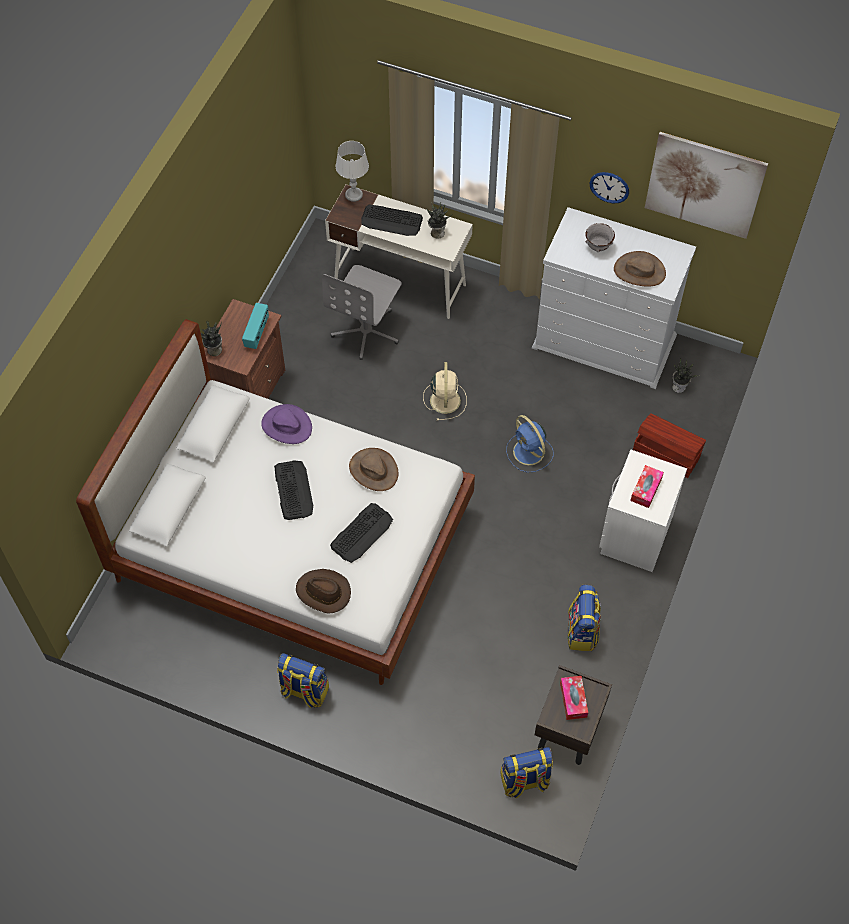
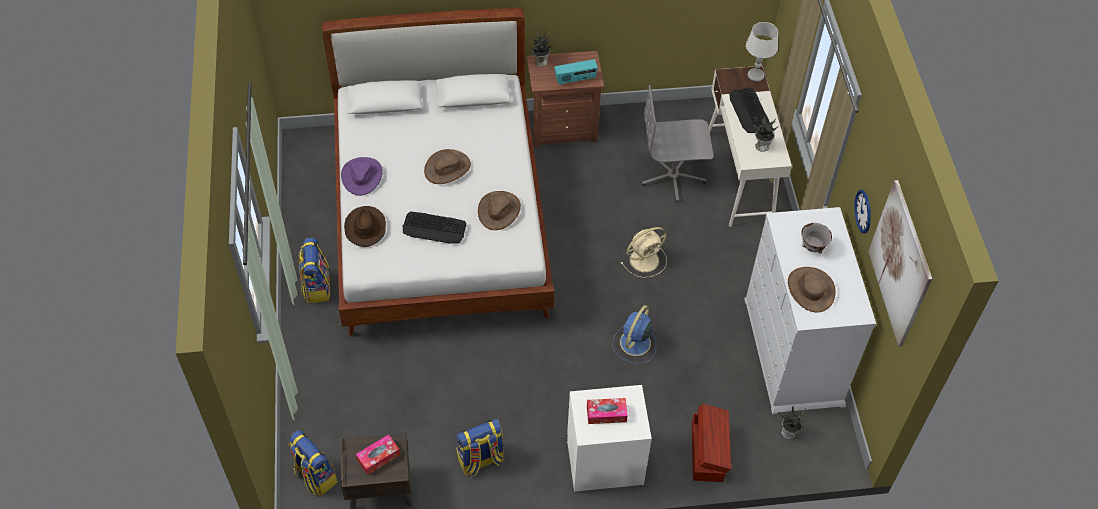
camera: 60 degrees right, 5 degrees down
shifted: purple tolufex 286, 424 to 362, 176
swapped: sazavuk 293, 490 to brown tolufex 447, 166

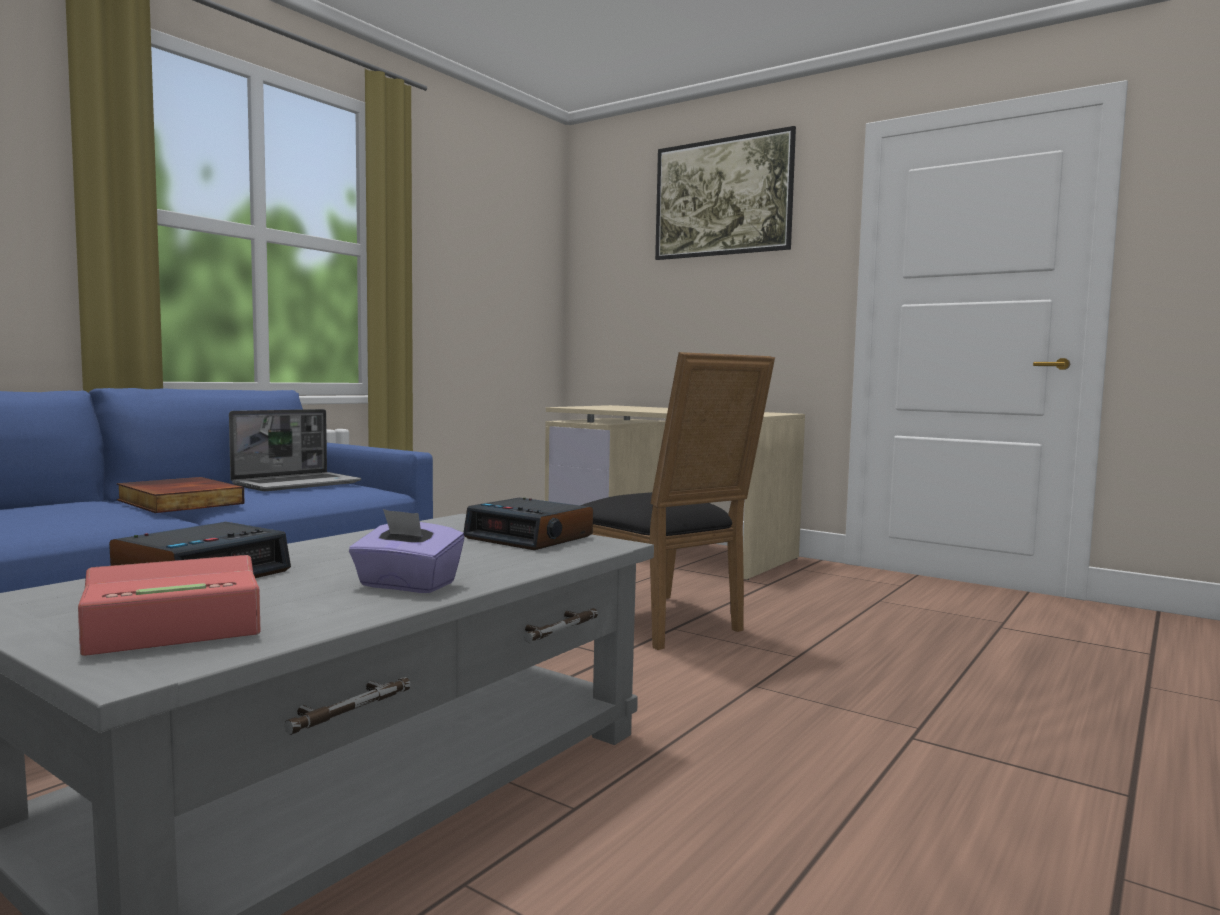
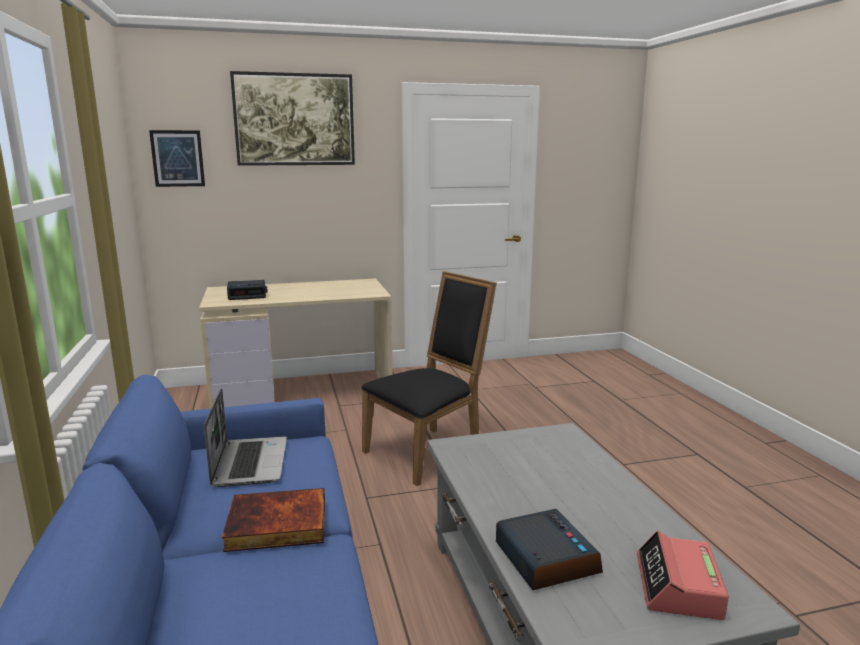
camera: 50 degrees left, 10 degrees up
gone: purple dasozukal 406, 551
new: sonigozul 177, 158
shifted: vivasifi 528, 524 to 247, 290
rotated: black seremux 677, 501 = 429, 378 45 degrees counterclockwise

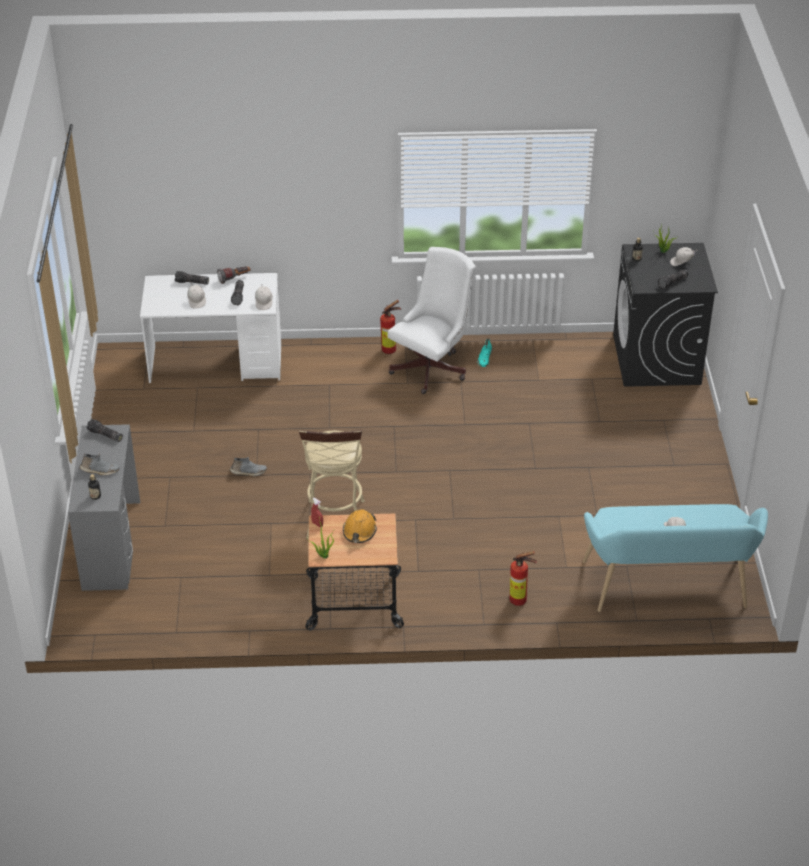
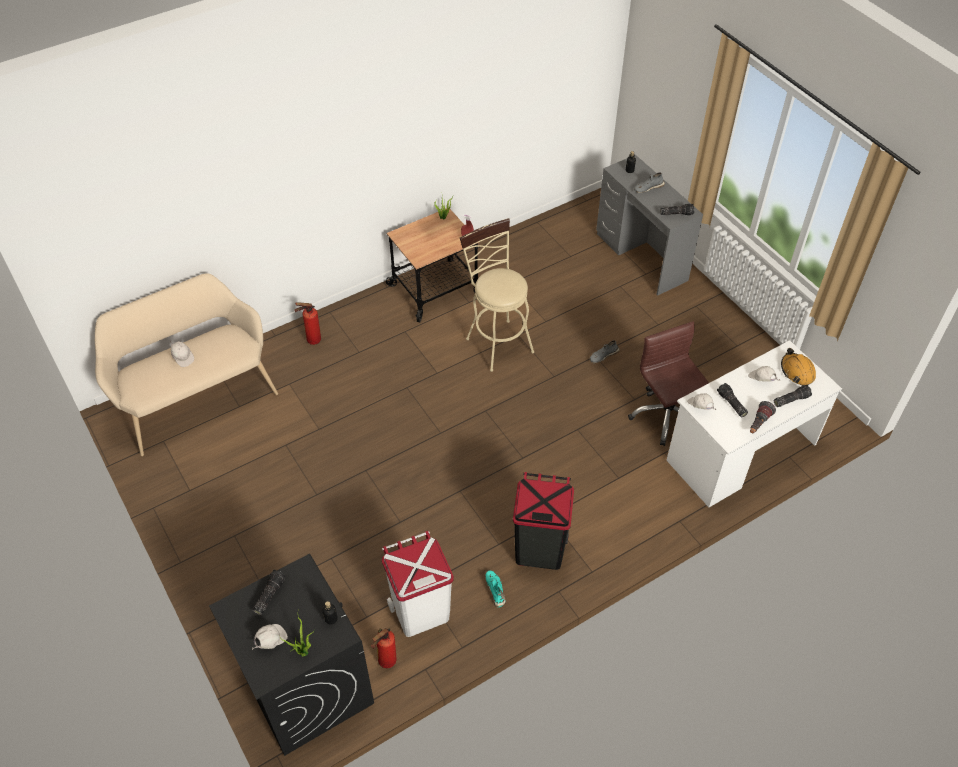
camera: 150 degrees right, 10 degrees up
new: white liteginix 418, 584; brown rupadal 668, 383
shifted: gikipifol 390, 327 to 383, 648; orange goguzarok 360, 526 to 798, 367
swapped: white rupadal 431, 320 to black liteginix 543, 521
repainted: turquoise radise 675, 558 to beige radise 186, 364

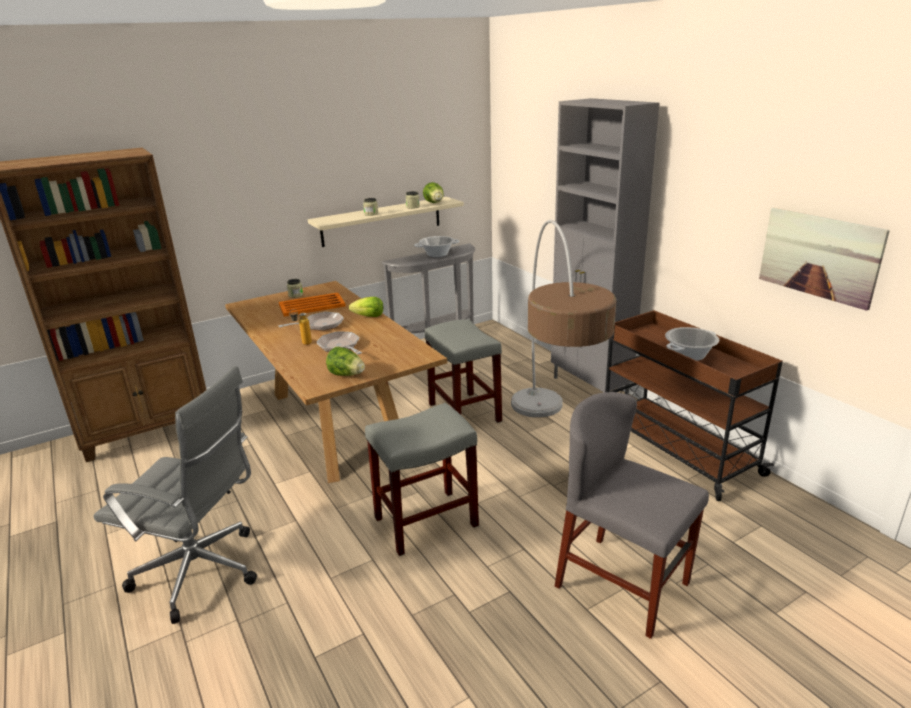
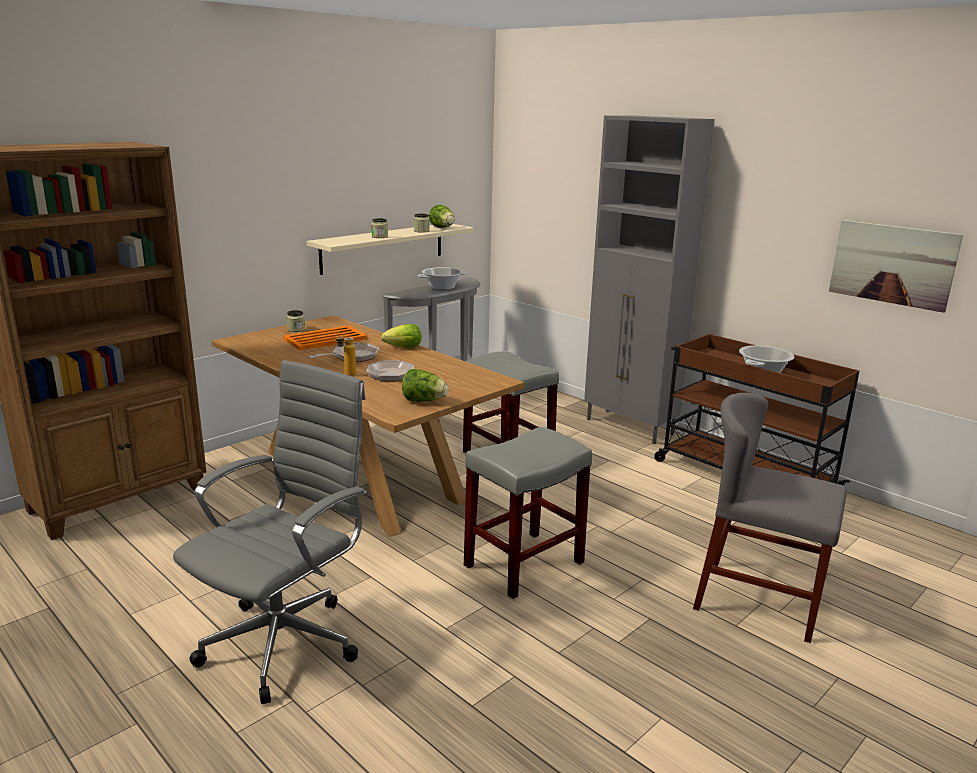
camera: 15 degrees left, 5 degrees down
gone: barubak 563, 319
rotated: grey rupadal 175, 495 = 270, 532 60 degrees counterclockwise

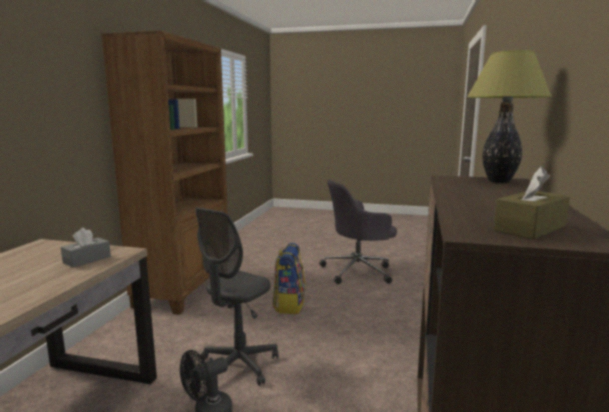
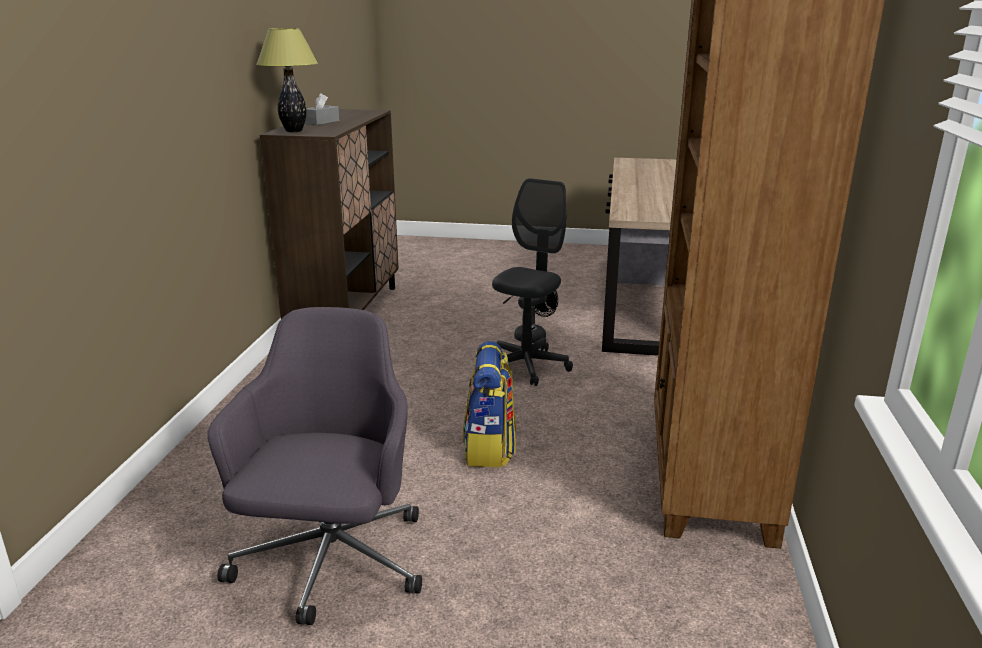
camera: 175 degrees right, 10 degrees up
gone: brown dasozukal 532, 203
shifted: grey dasozukal 86, 248 to 321, 109
rotated: grey rupadal 358, 231 = 314, 466 60 degrees counterclockwise

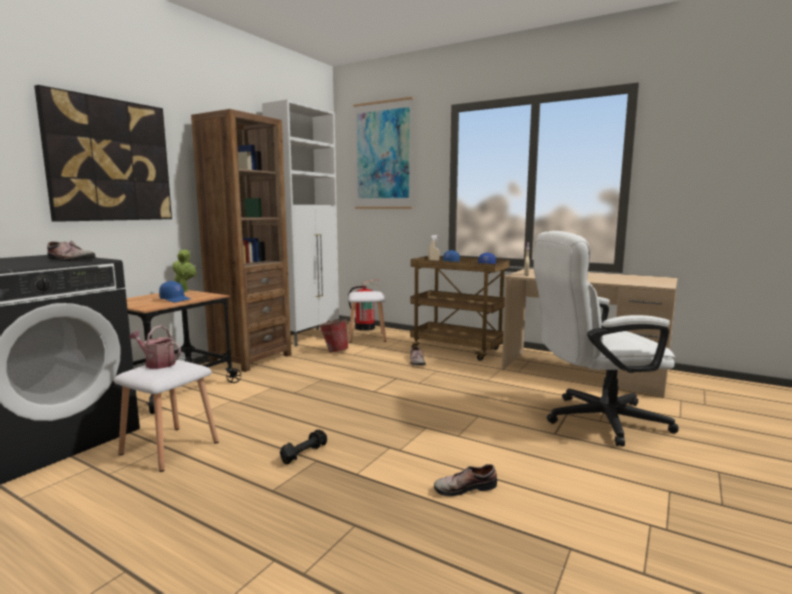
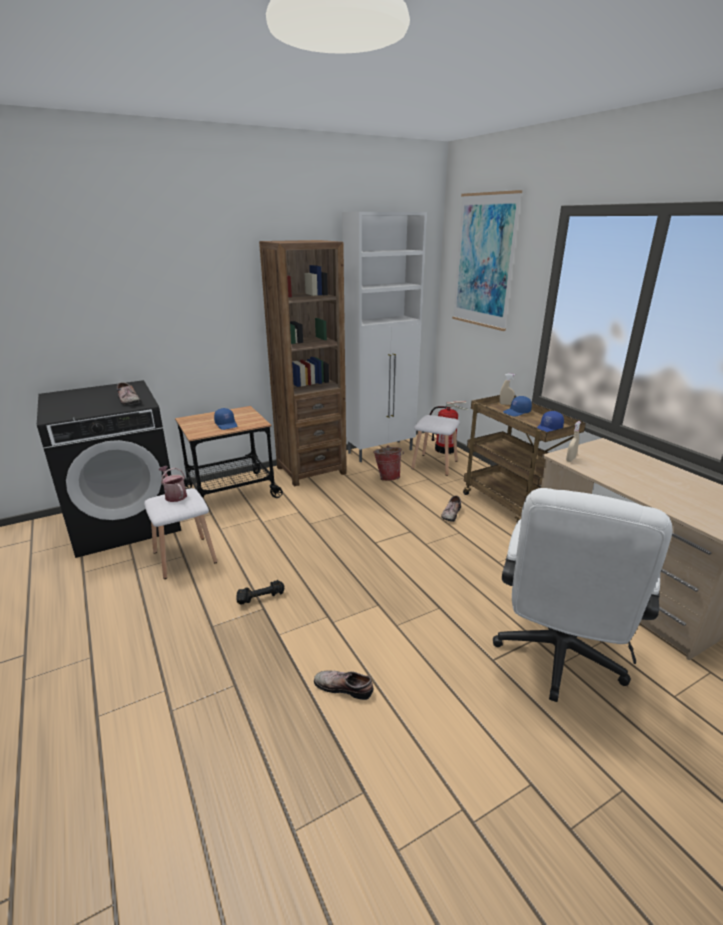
camera: 30 degrees right, 15 degrees up
gone: sonigozul 103, 153; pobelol 185, 270
rotated: white rupadal 606, 338 = 583, 595 90 degrees counterclockwise

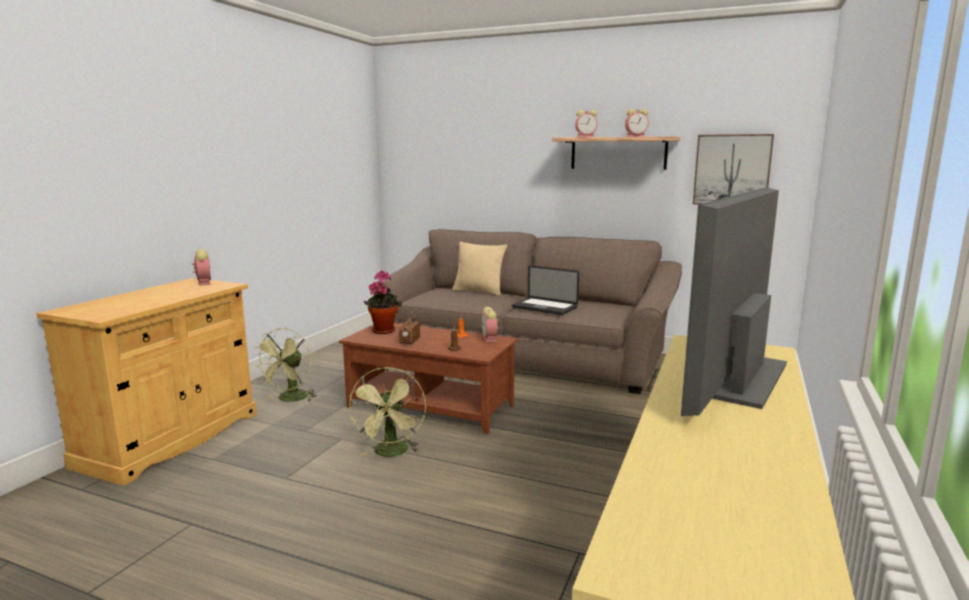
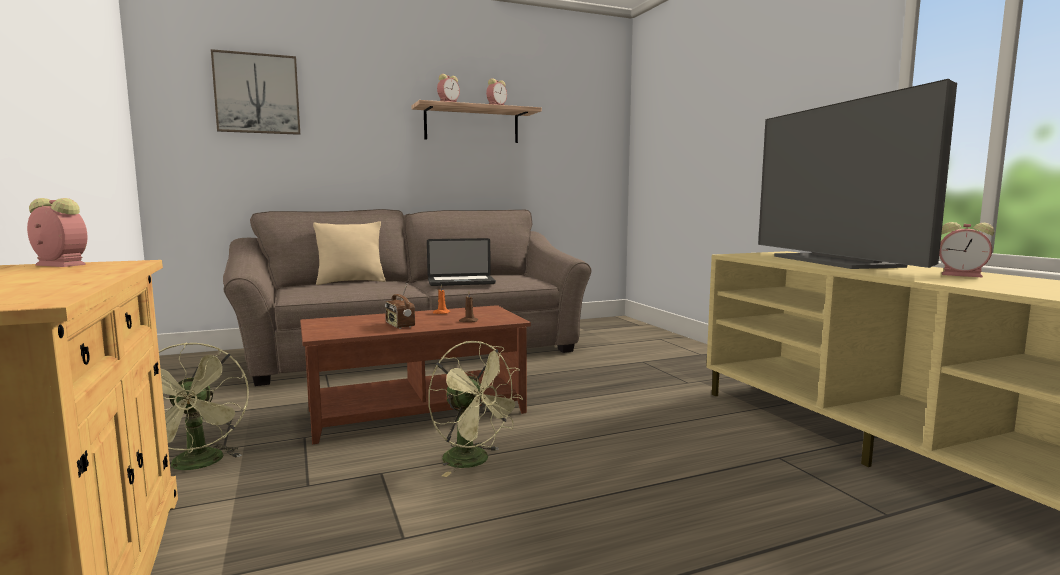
camera: 45 degrees left, 5 degrees down
gone: pobelol 382, 302
shifted: sonigozul 733, 169 to 255, 92; vivasifi 490, 325 to 966, 249

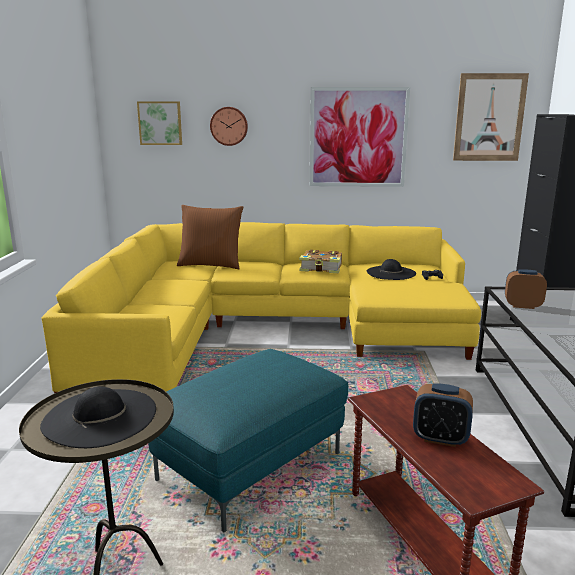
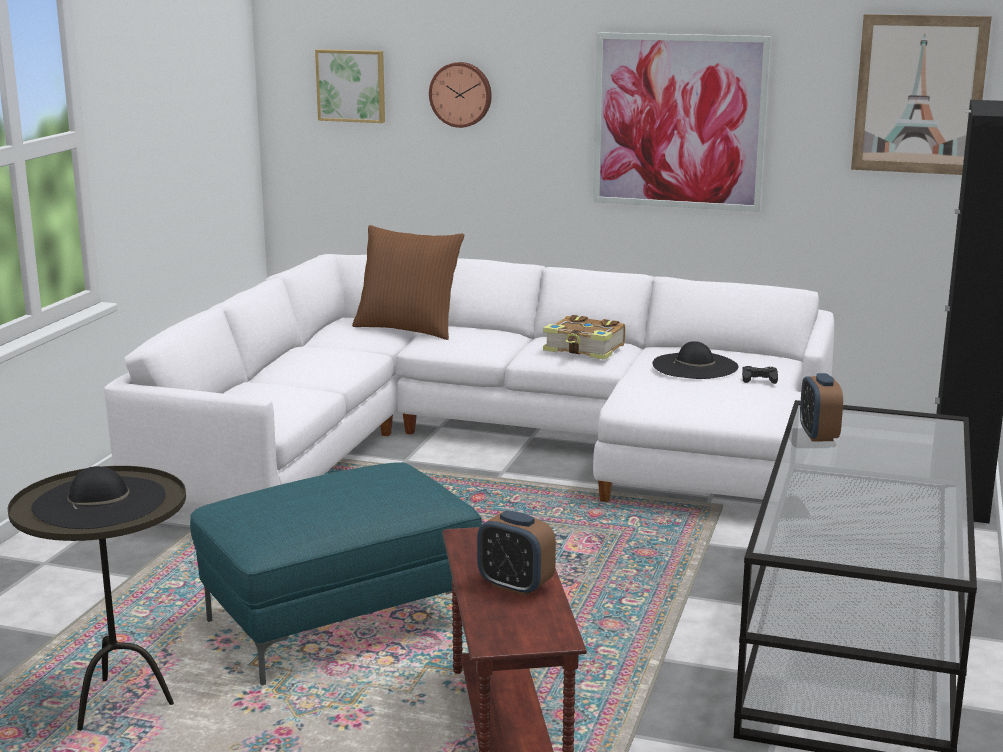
camera: 15 degrees right, 0 degrees up
repainted: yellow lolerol 261, 307 to white lolerol 469, 381
rotated: vivasifi 526, 289 = 821, 407 120 degrees counterclockwise

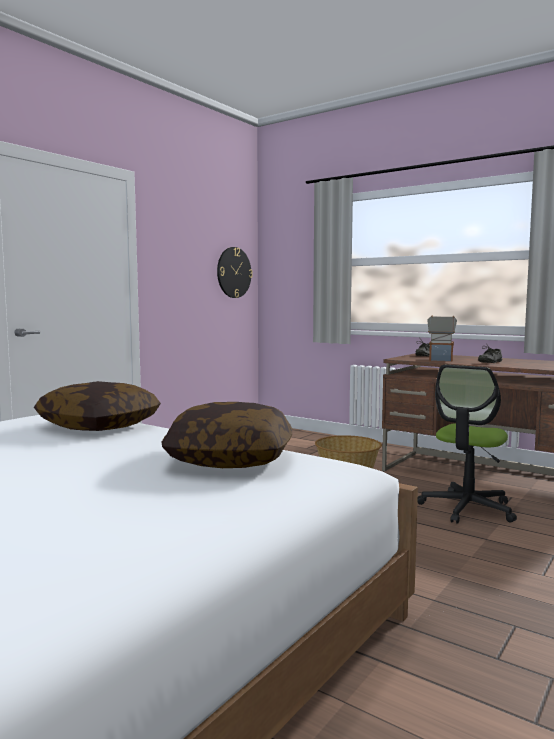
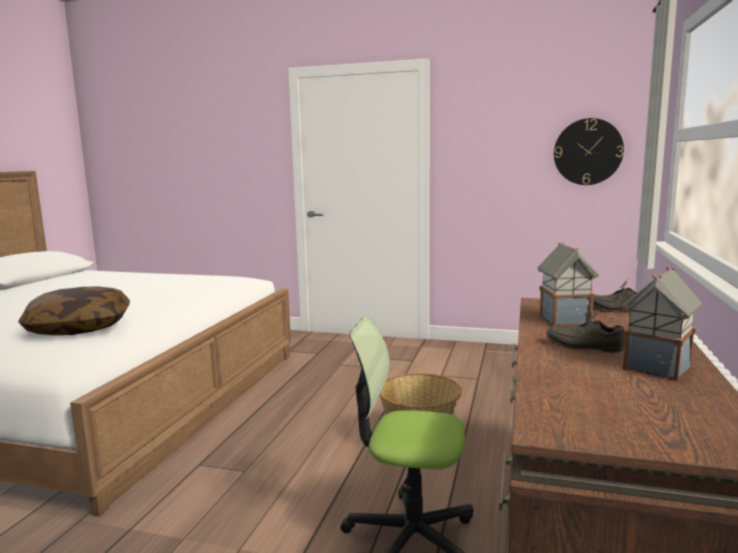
camera: 70 degrees right, 5 degrees up
gone: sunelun 97, 406
new: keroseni 662, 324

